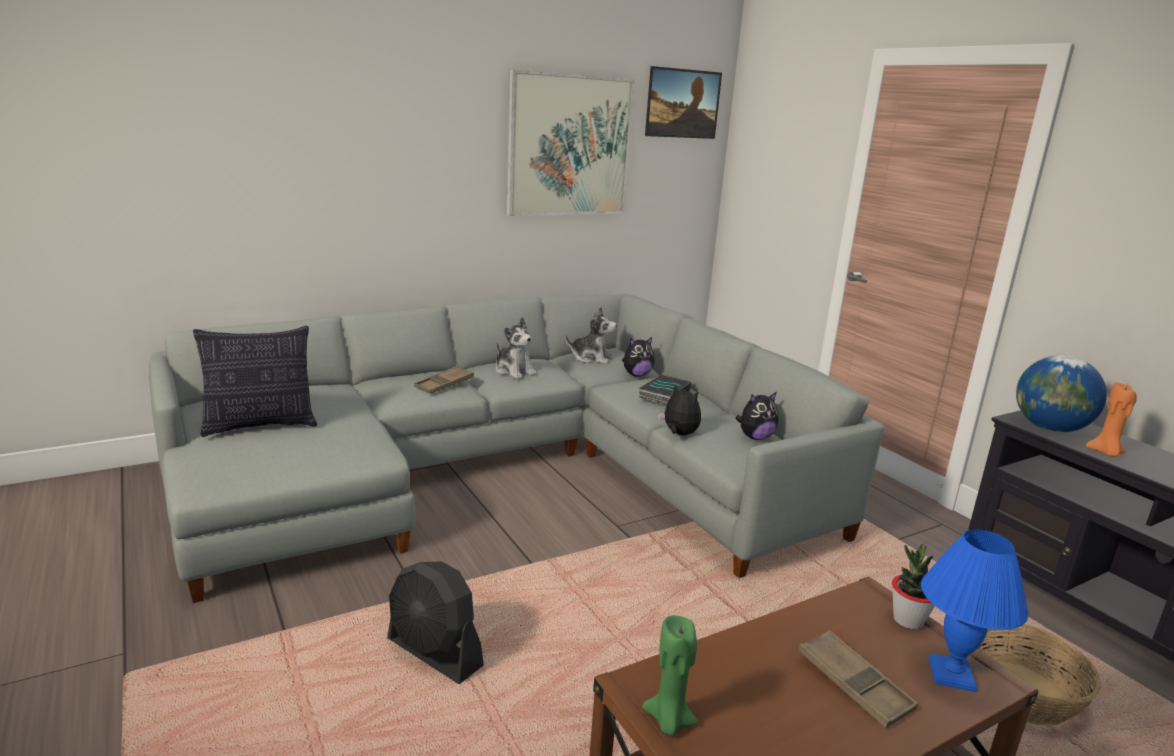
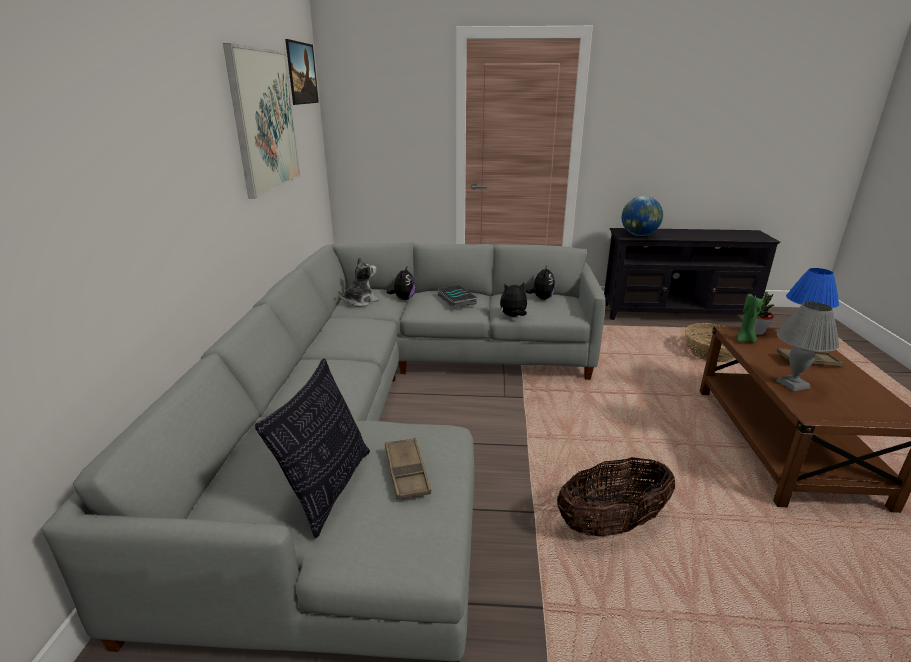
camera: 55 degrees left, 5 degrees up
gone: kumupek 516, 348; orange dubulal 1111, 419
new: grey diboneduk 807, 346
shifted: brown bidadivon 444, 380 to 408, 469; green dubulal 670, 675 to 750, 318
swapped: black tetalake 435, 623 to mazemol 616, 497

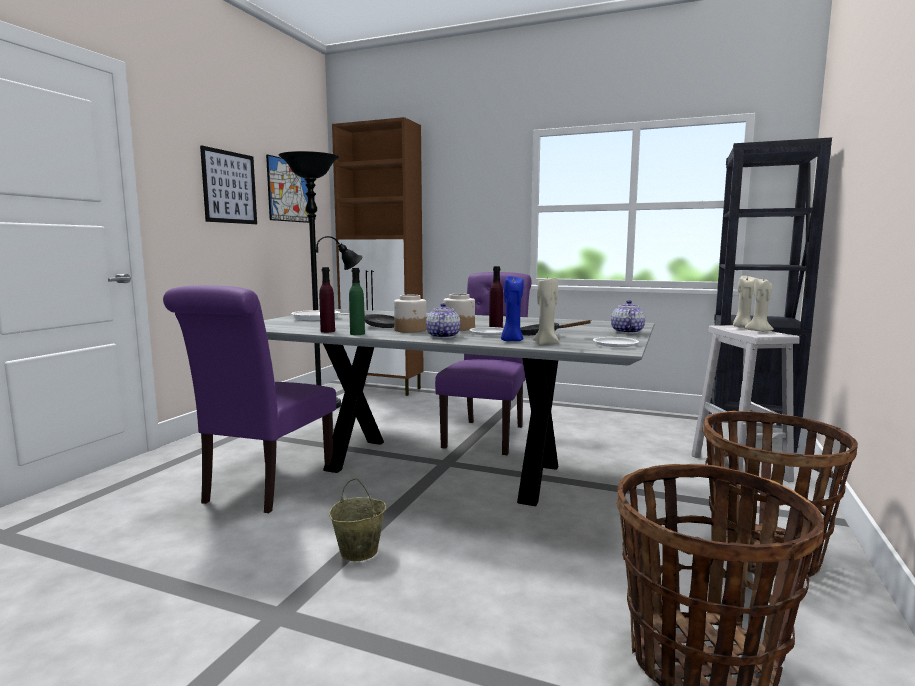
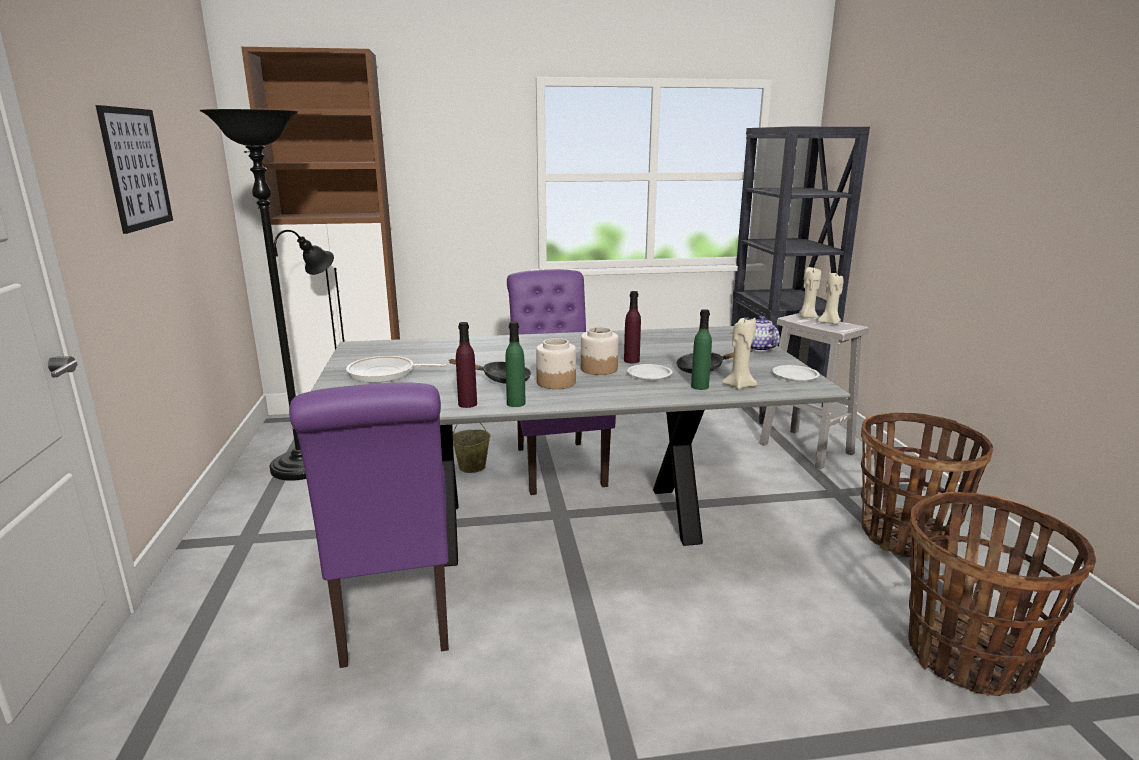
camera: 30 degrees left, 10 degrees up
gone: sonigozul 287, 188; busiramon 443, 320
shifted: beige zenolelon 357, 519 to 472, 448
swapped: blue dubulal 512, 308 to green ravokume 701, 349

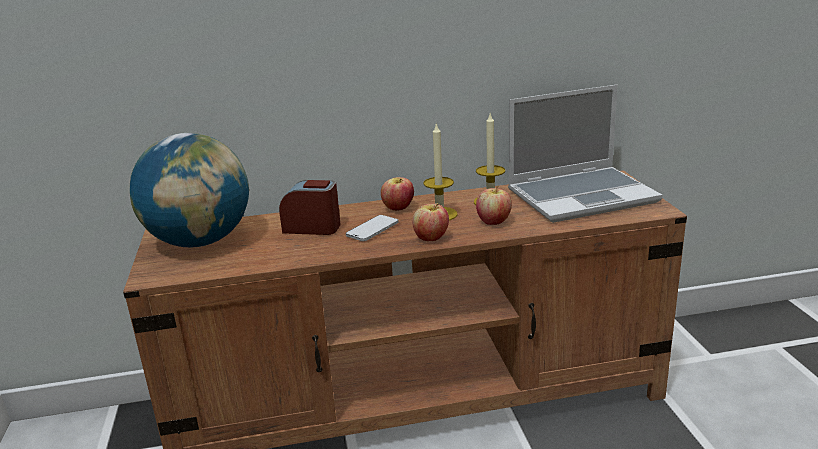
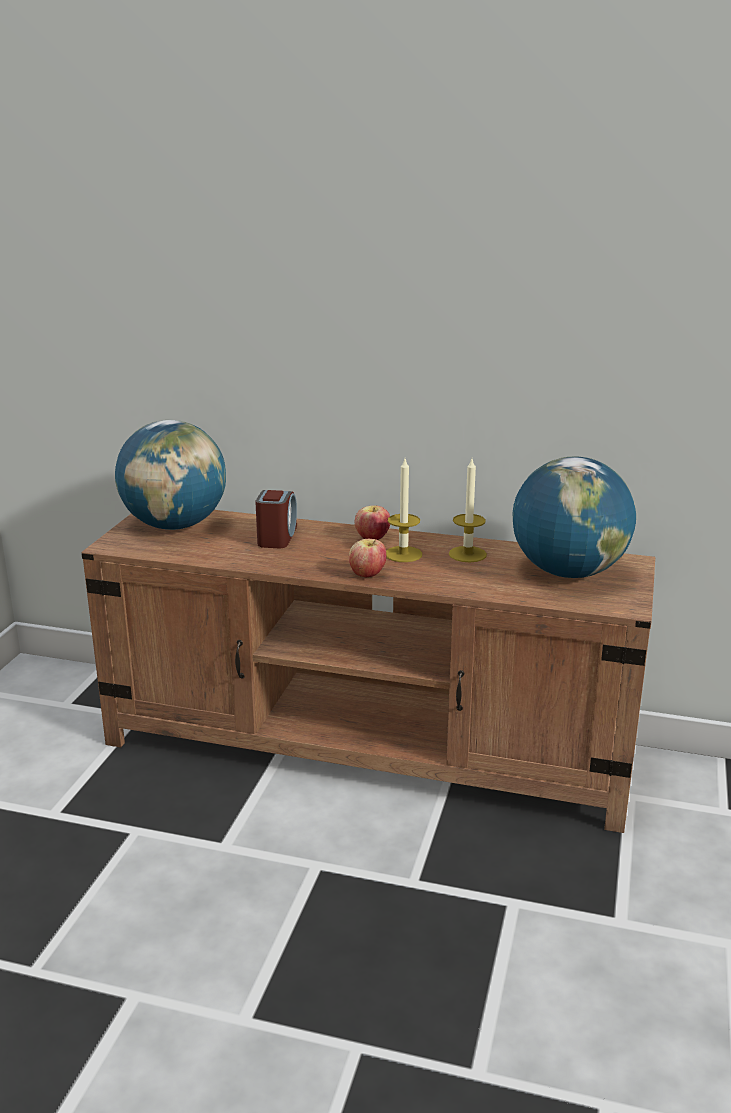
camera: 25 degrees right, 0 degrees up
gone: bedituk 372, 228; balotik 494, 205
swapped: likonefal 585, 154 to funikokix 574, 517
rotated: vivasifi 310, 207 = 276, 519 60 degrees clockwise

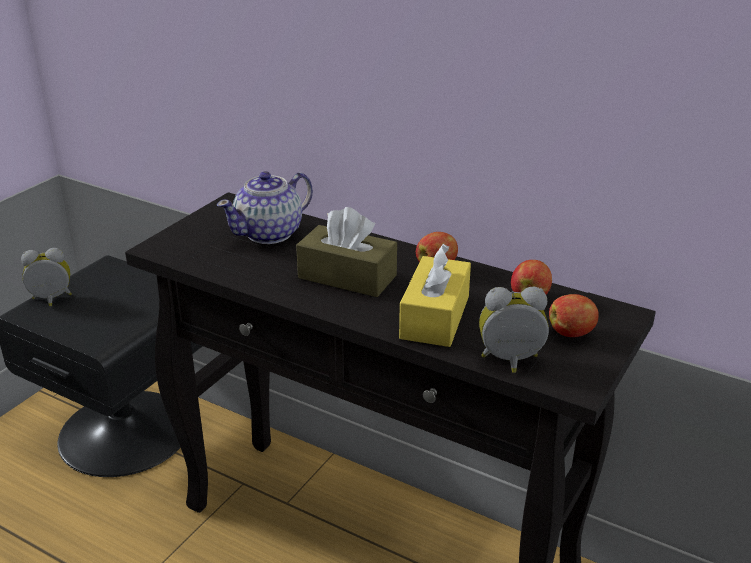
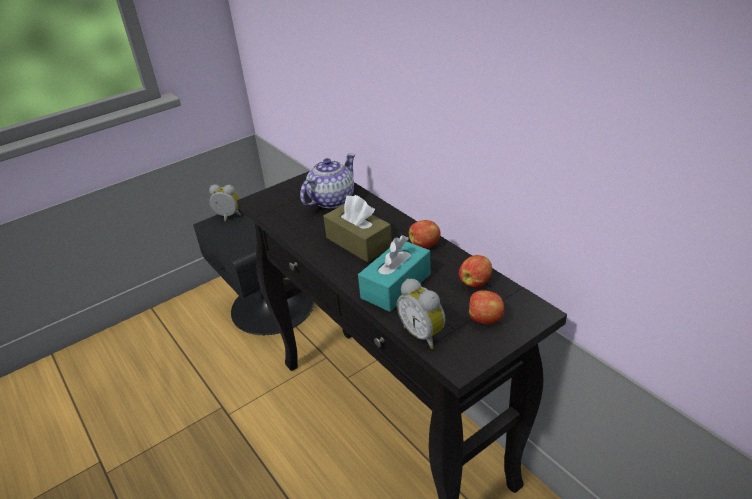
camera: 25 degrees right, 5 degrees up
repainted: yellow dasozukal 435, 295 to turquoise dasozukal 394, 273
rotated: busiramon 265, 207 = 328, 181 150 degrees clockwise; vivasifi 514, 330 = 421, 314 150 degrees counterclockwise

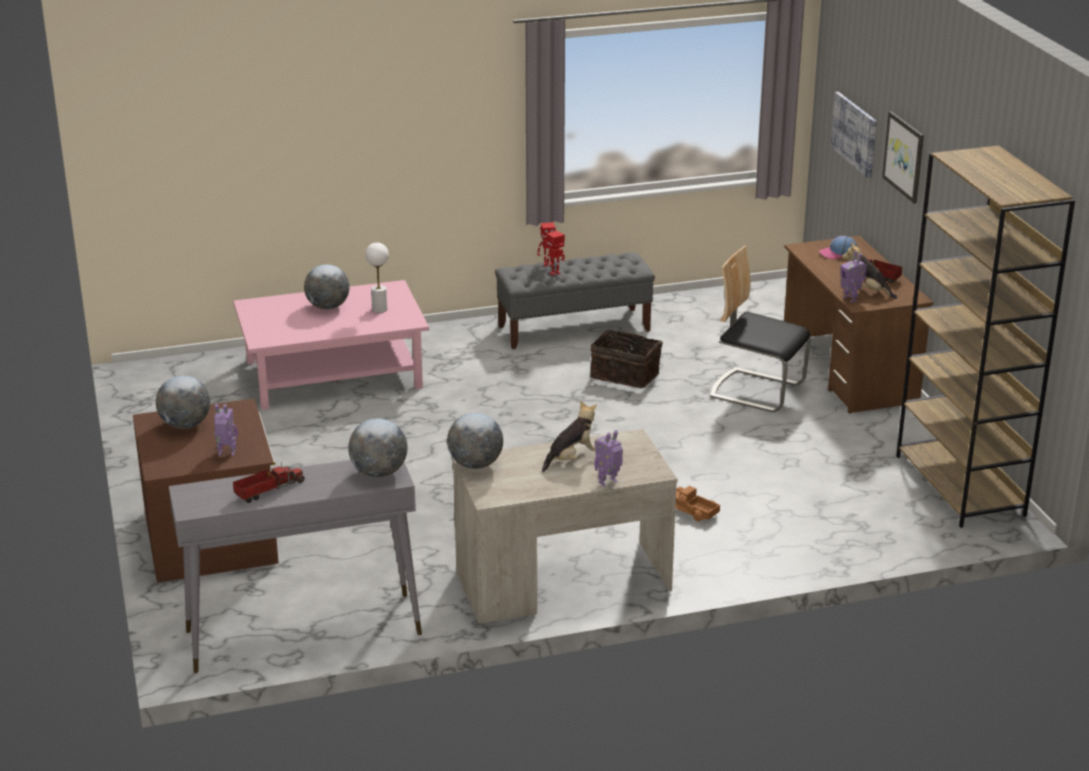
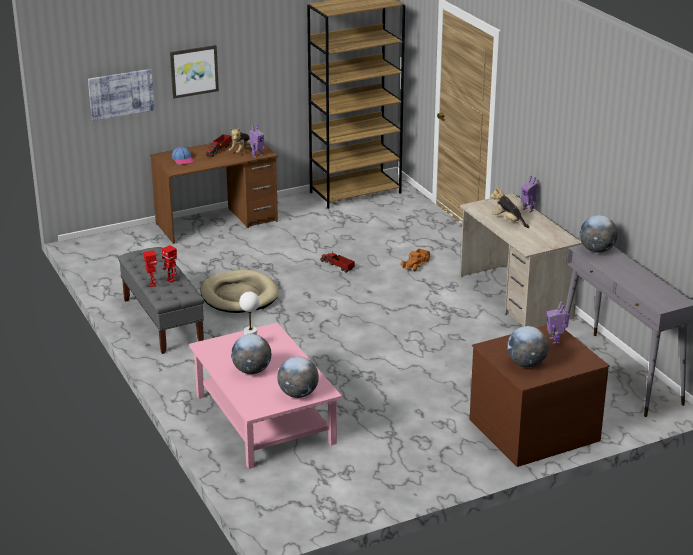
camera: 100 degrees left, 0 degrees up
gone: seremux 760, 329
shifted: funikokix 475, 441 to 298, 377; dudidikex 269, 483 to 337, 262
swapped: mazemol 626, 357 to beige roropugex 240, 291

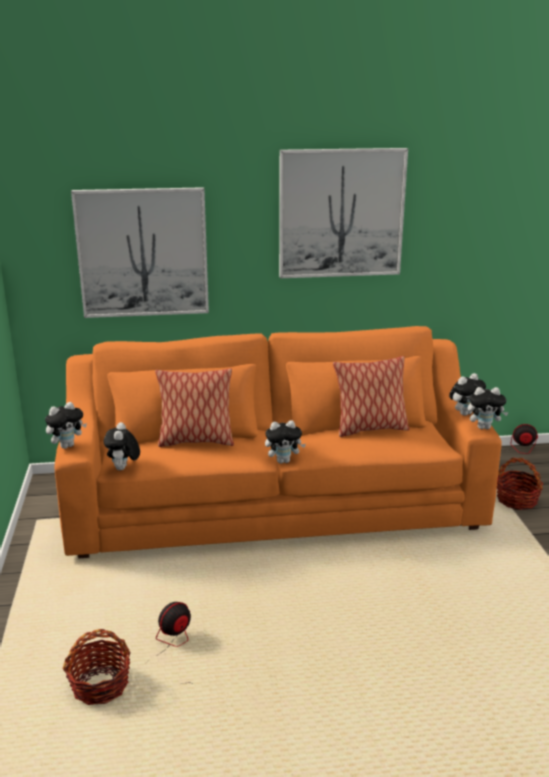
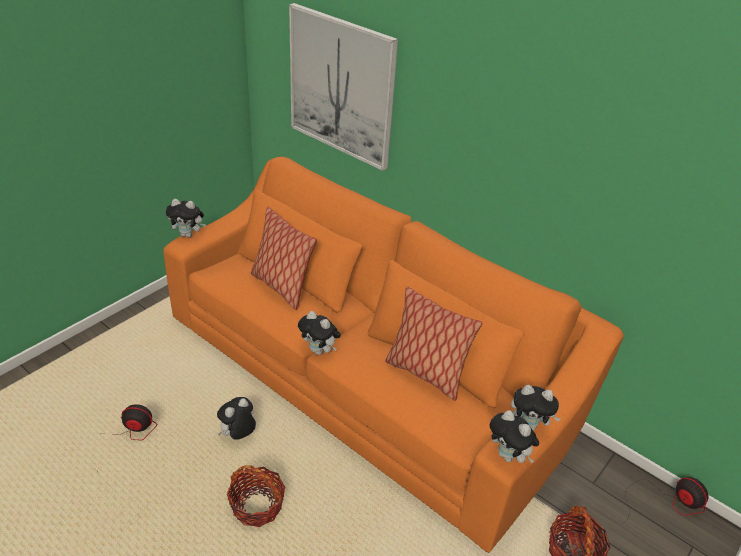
camera: 45 degrees right, 15 degrees up
gone: sonigozul 343, 213
shifted: kumupek 121, 446 to 236, 418; mazemol 96, 667 to 255, 496

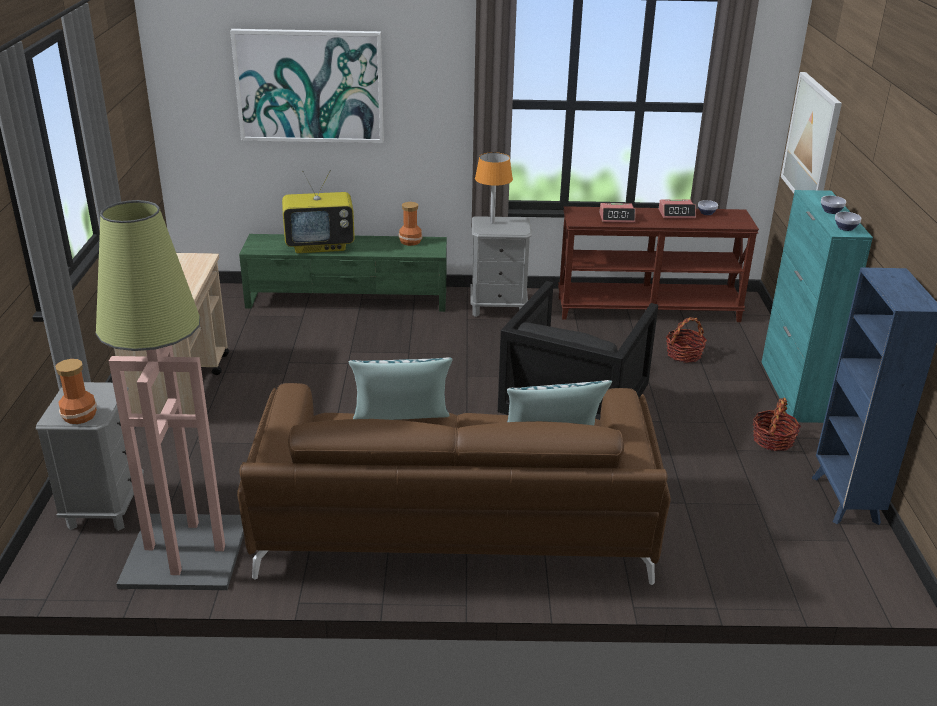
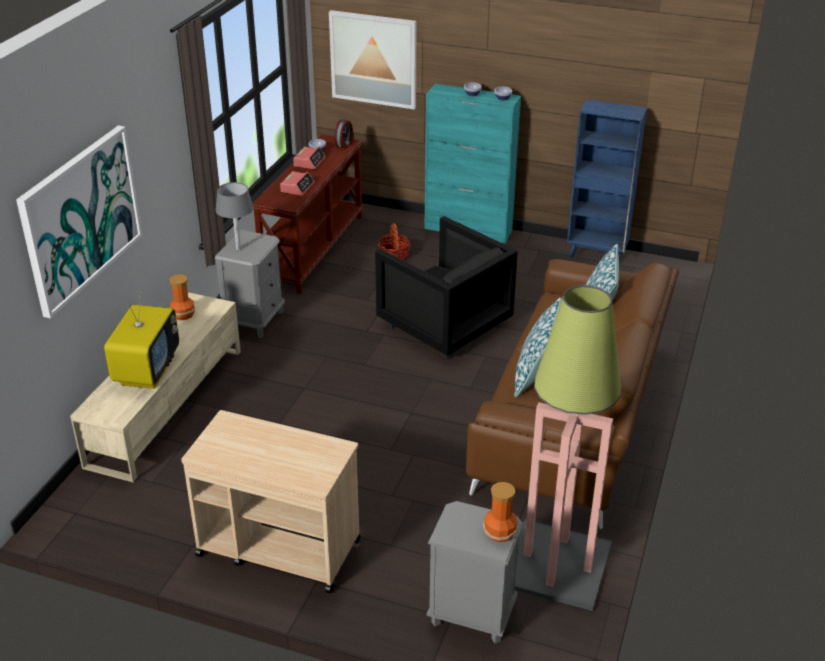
camera: 70 degrees left, 5 degrees up
gone: mazemol 777, 424
new: vivasifi 344, 134
repainted: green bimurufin 343, 273 to beige bimurufin 155, 387; orange diboneduk 494, 188 to grey diboneduk 234, 216

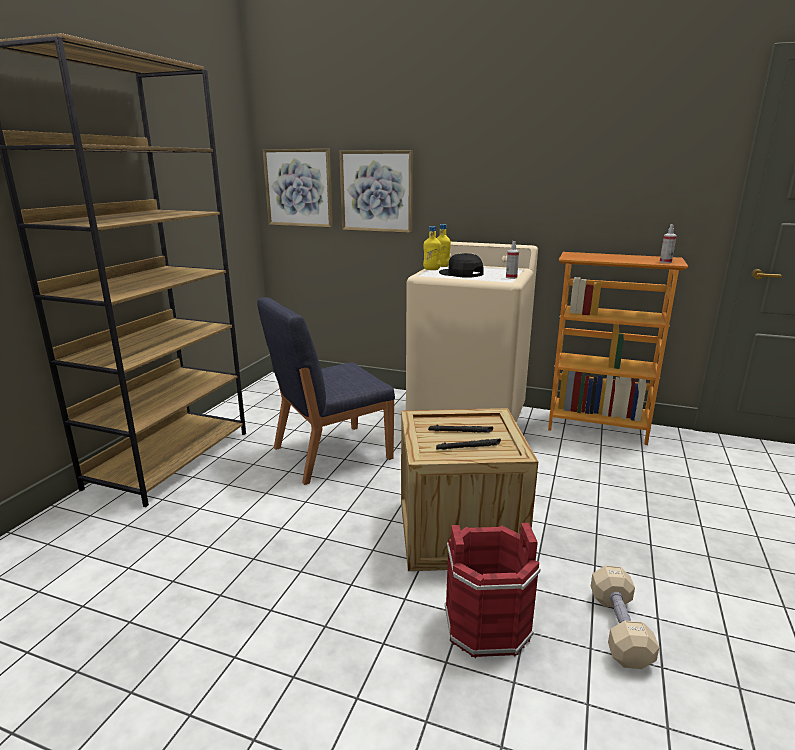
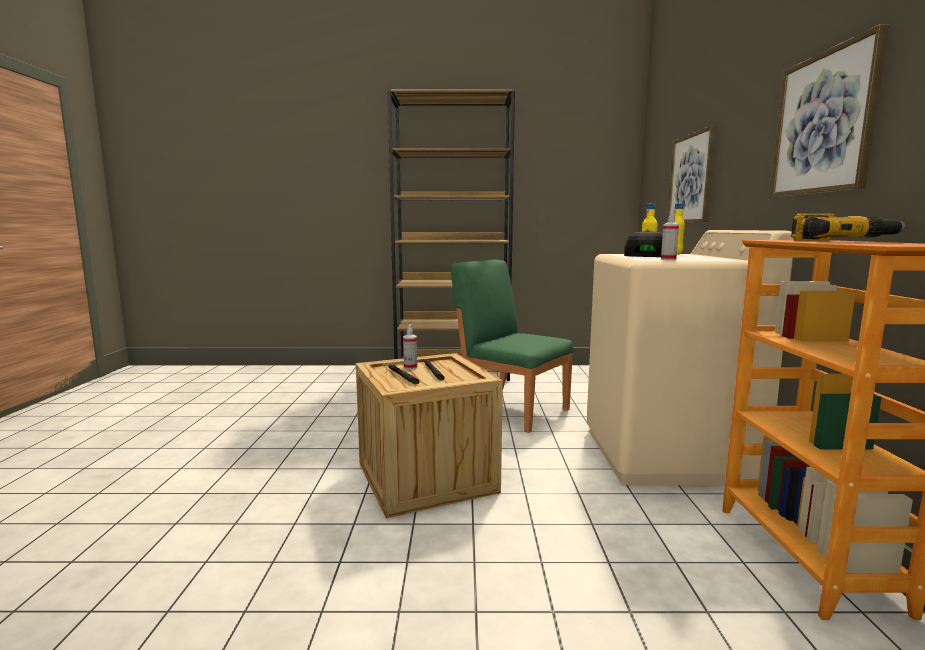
camera: 70 degrees right, 10 degrees down
gone: red zenolelon 493, 590; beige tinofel 625, 617
new: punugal 849, 227
shifted: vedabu 668, 243 to 410, 347; sonigozul 298, 188 to 829, 110
repainted: blue seremux 326, 391 to green seremux 512, 346

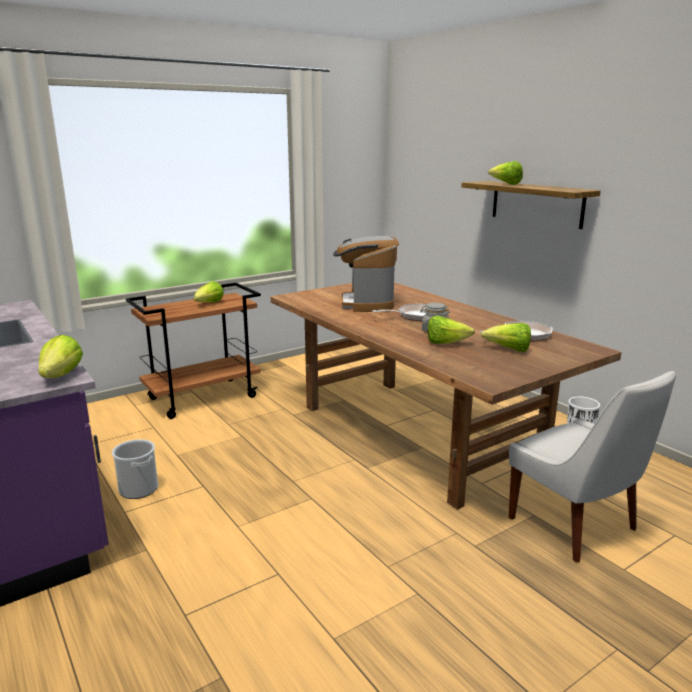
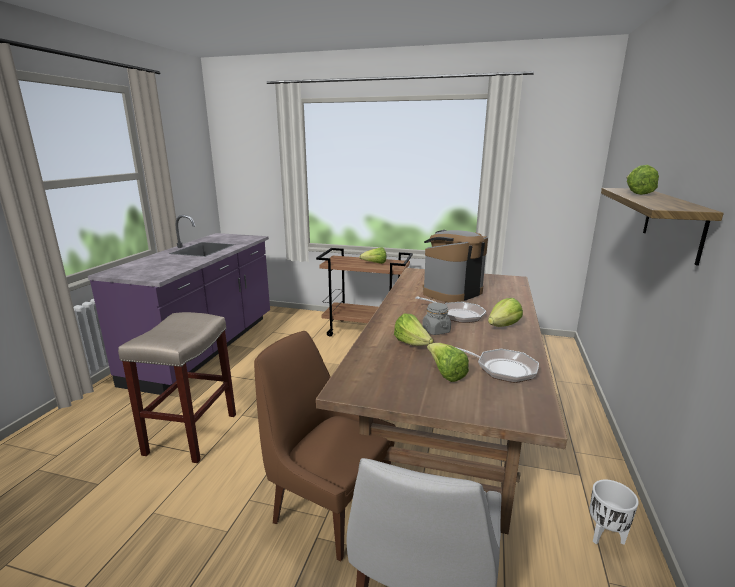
camera: 50 degrees right, 0 degrees up
gone: zenolelon 135, 469
new: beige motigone 177, 387; brown seremux 324, 446
shifted: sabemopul 60, 356 to 505, 312

